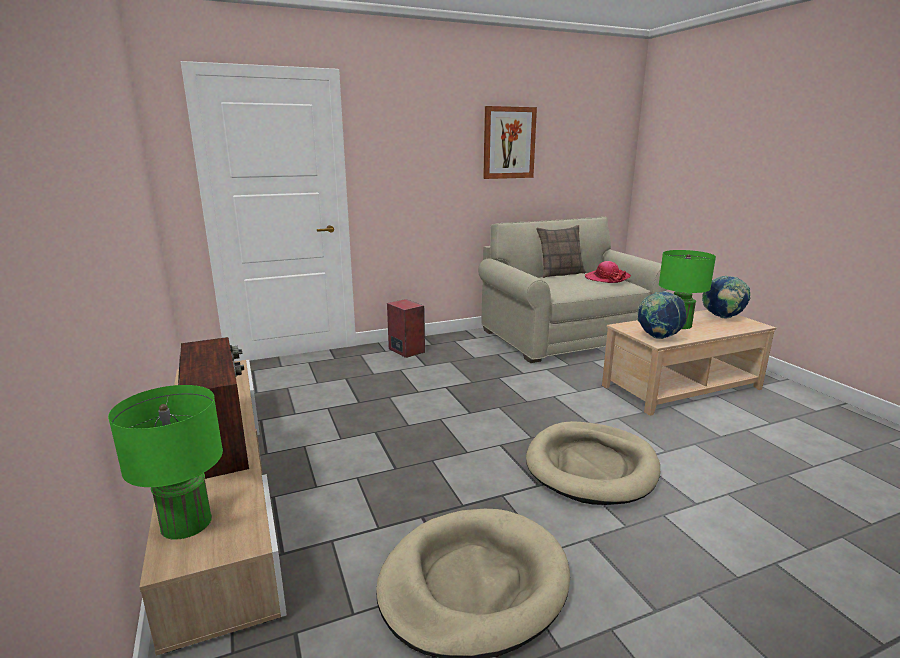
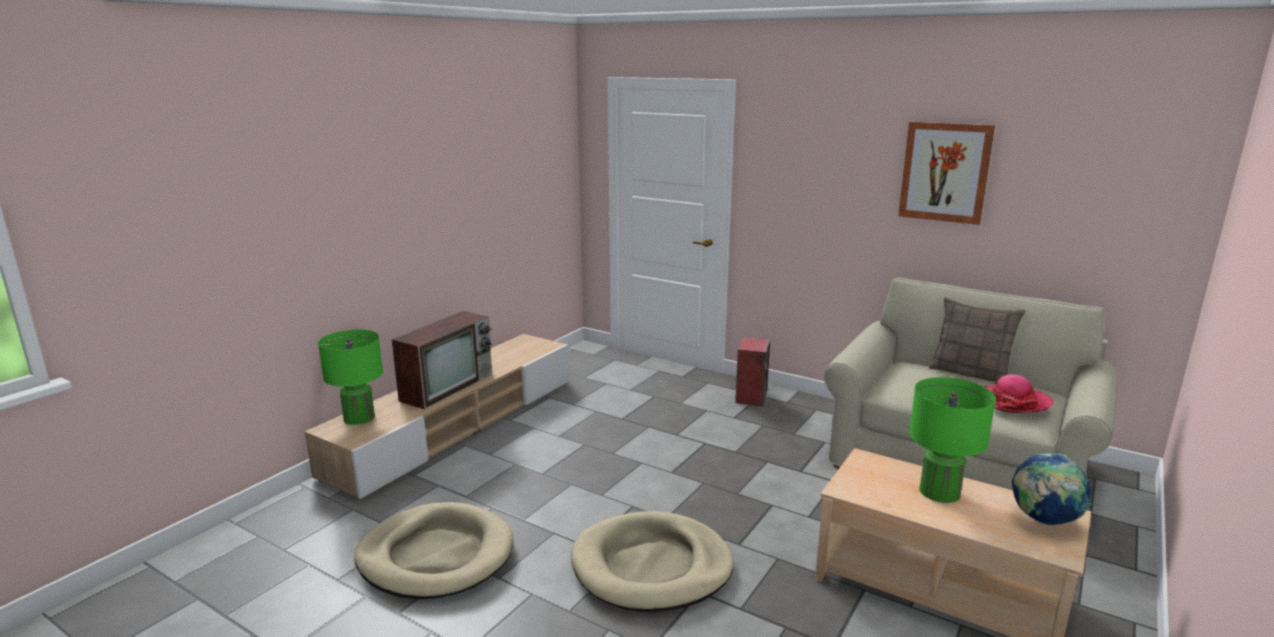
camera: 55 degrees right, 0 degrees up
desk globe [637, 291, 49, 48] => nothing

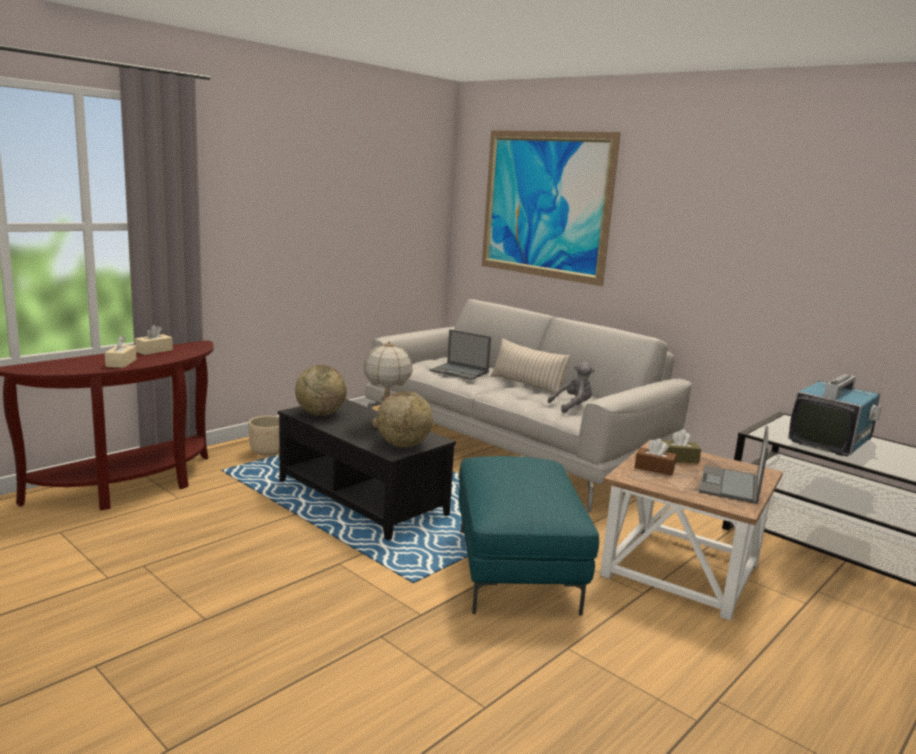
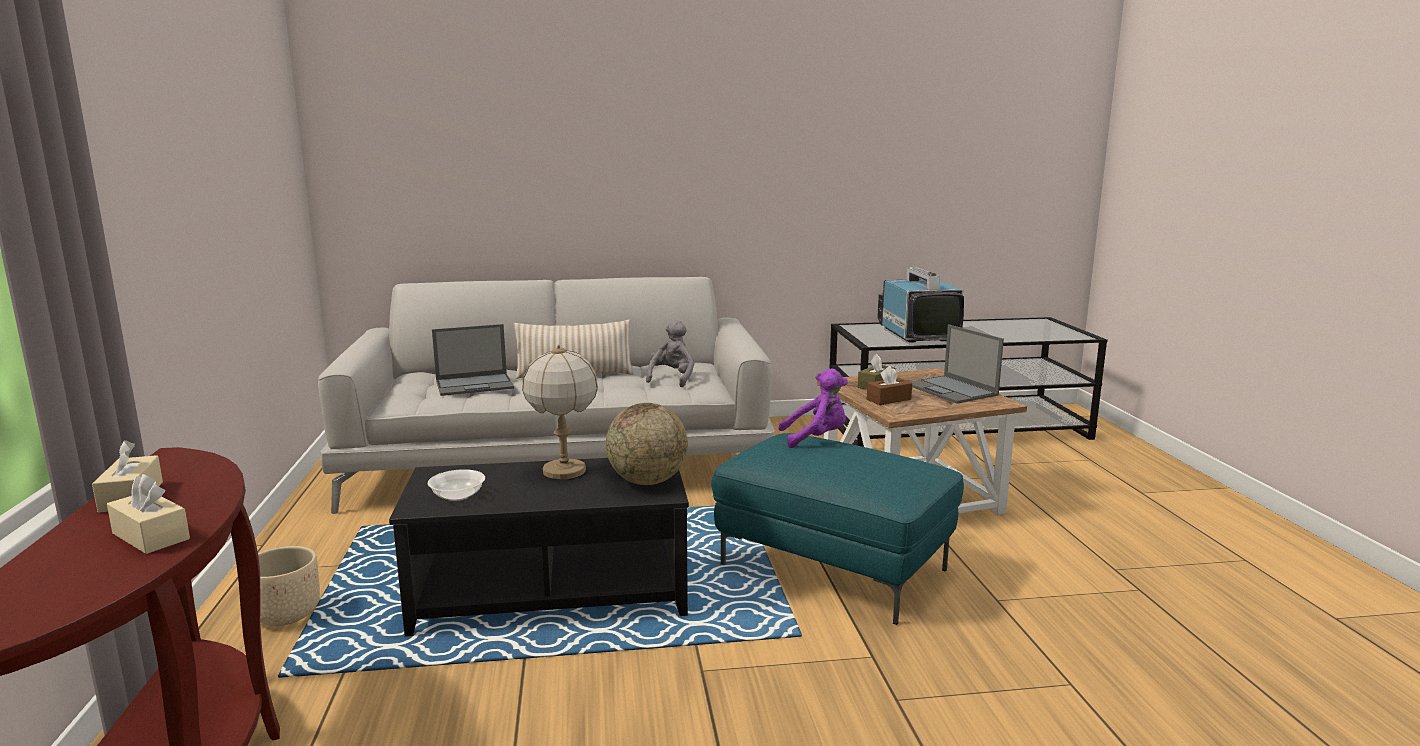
camera: 50 degrees left, 0 degrees up
desk globe [295, 365, 52, 51] => serving bowl [428, 469, 57, 32]
nothing => plush toy/purple-coloured [778, 369, 70, 79]
picture [482, 130, 139, 156] => nothing

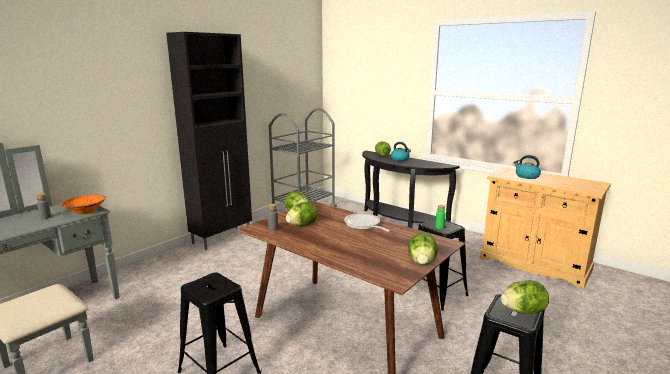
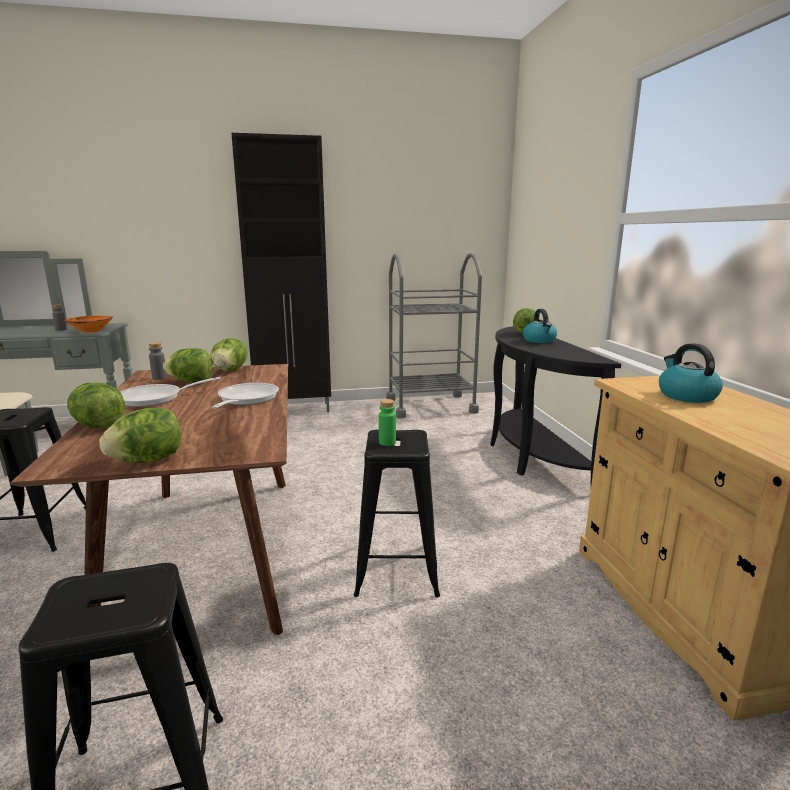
camera: 40 degrees right, 0 degrees up
lettuce head [501, 280, 48, 34] => lettuce head [67, 382, 58, 46], move
nothing => pan [120, 377, 101, 30]

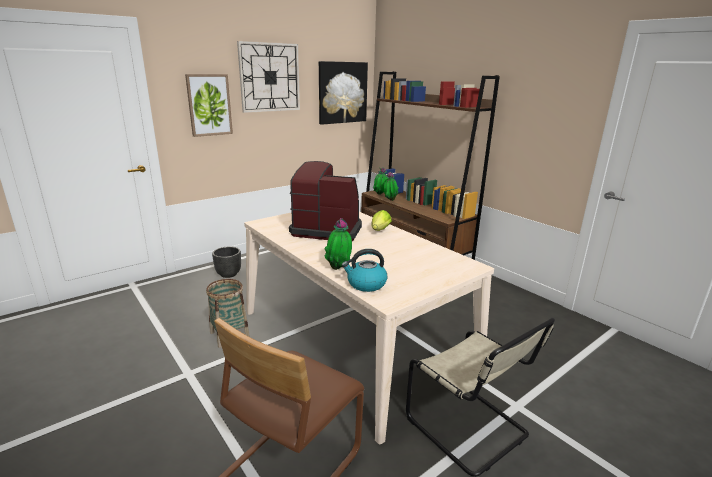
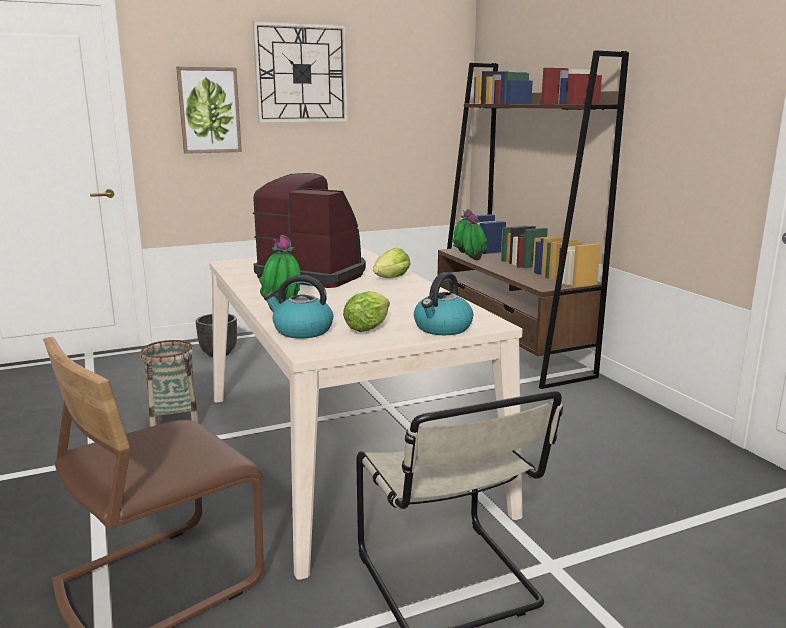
camera: 15 degrees right, 5 degrees down
nothing => lettuce head [343, 291, 47, 41]
nothing => tea kettle [414, 272, 59, 63]
picture [319, 61, 49, 64] => nothing

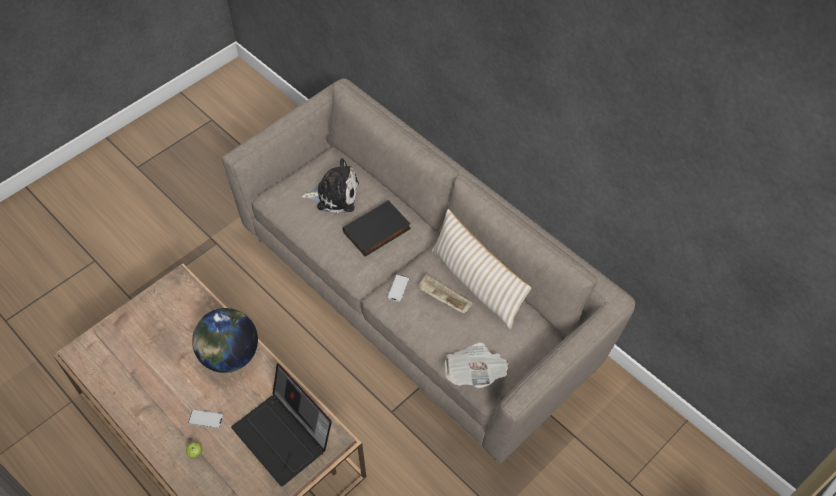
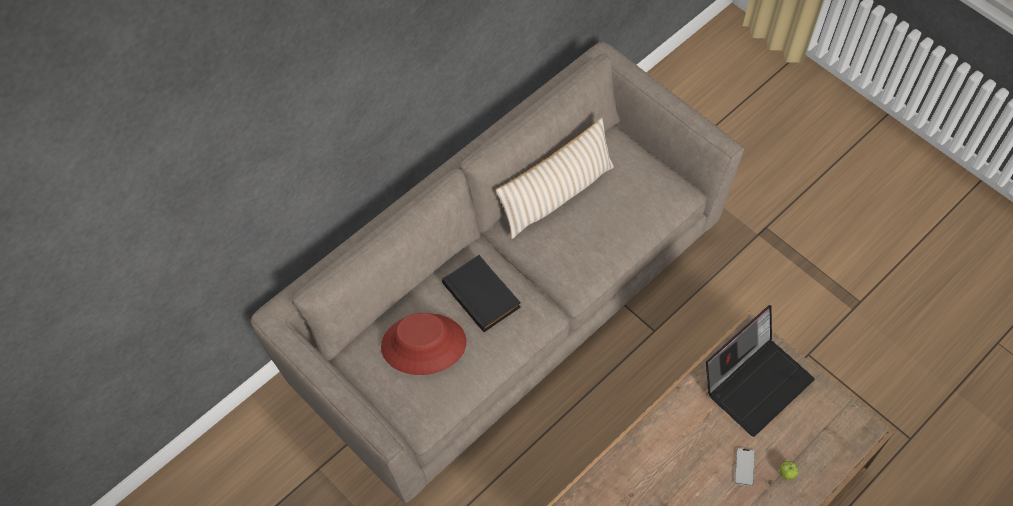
camera: 90 degrees left, 5 degrees up
plush toy [301, 158, 58, 56] => wearable hat/reddish [381, 313, 86, 62]
desk globe [192, 308, 66, 65] => nothing
handset [387, 274, 22, 28] => nothing
serving tray/sand-coloured [418, 274, 55, 39] => nothing
newspaper [445, 343, 63, 45] => nothing

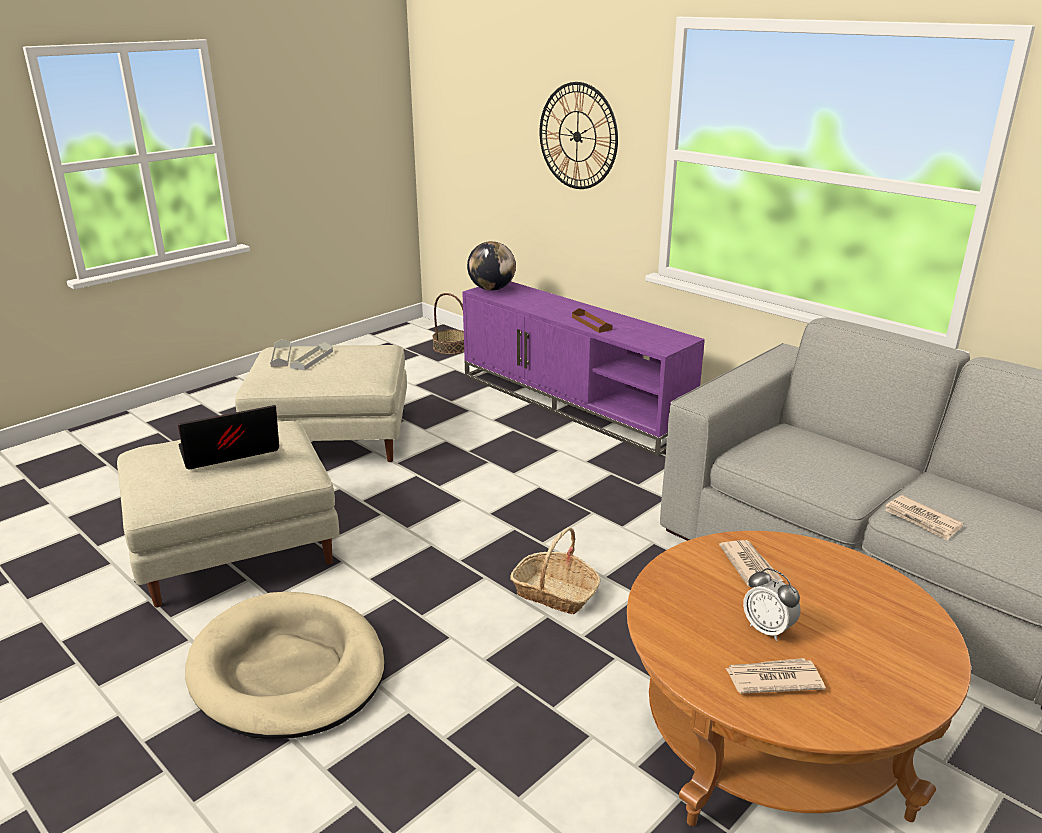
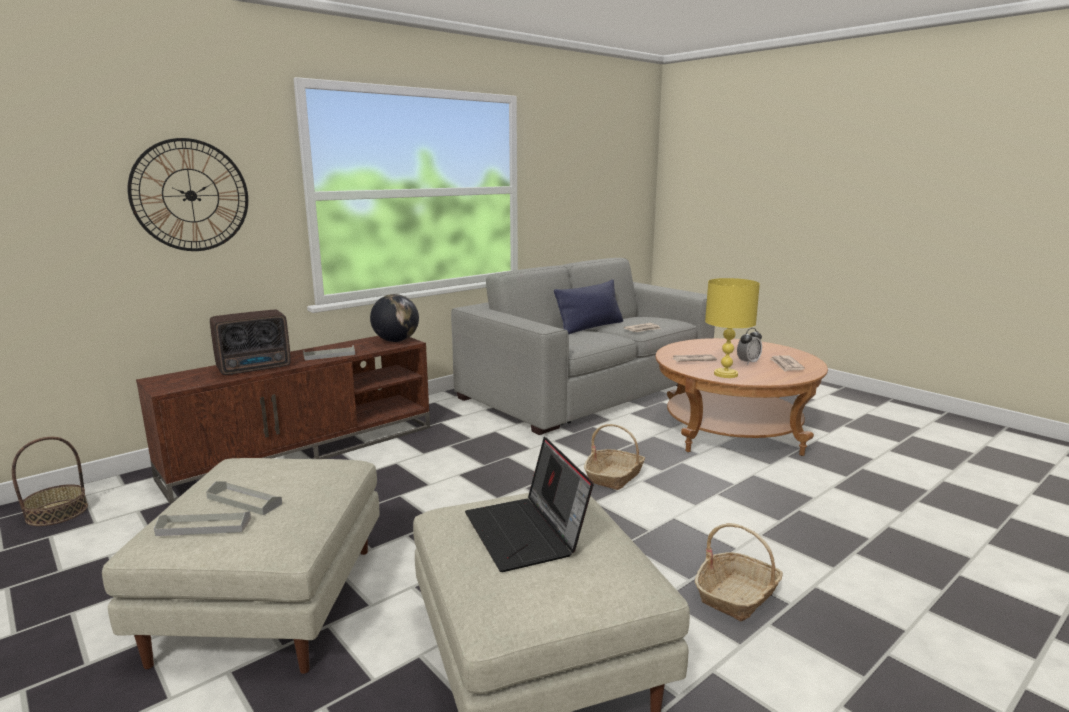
camera: 85 degrees left, 10 degrees down
tv stand/purple-coloured [462, 281, 243, 175] => tv stand/brownish [136, 336, 294, 168]
nothing => radio [210, 310, 81, 65]
serving tray/brownish [572, 308, 41, 25] => serving tray/greyish [303, 345, 52, 15]
desk globe [467, 241, 49, 50] => desk globe [370, 294, 49, 48], move
nothing => pillow/blue-coloured [554, 279, 69, 55]
dog bed/sand-coloured [185, 592, 200, 147] => storage basket [695, 523, 88, 98]
nothing => lamp for a table/yellow [705, 278, 55, 100]

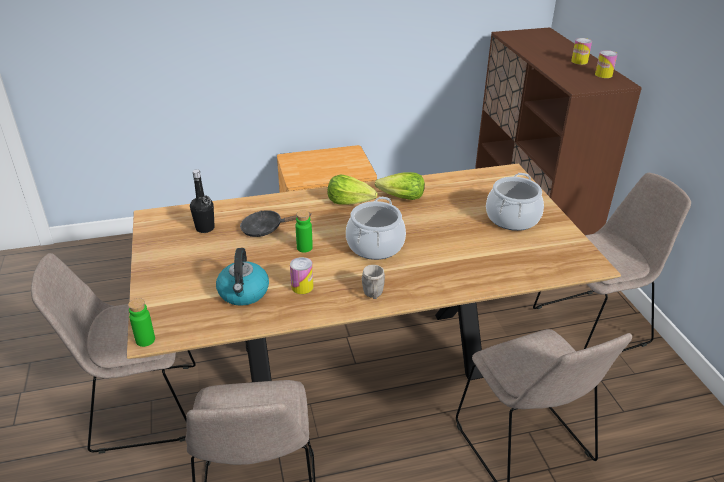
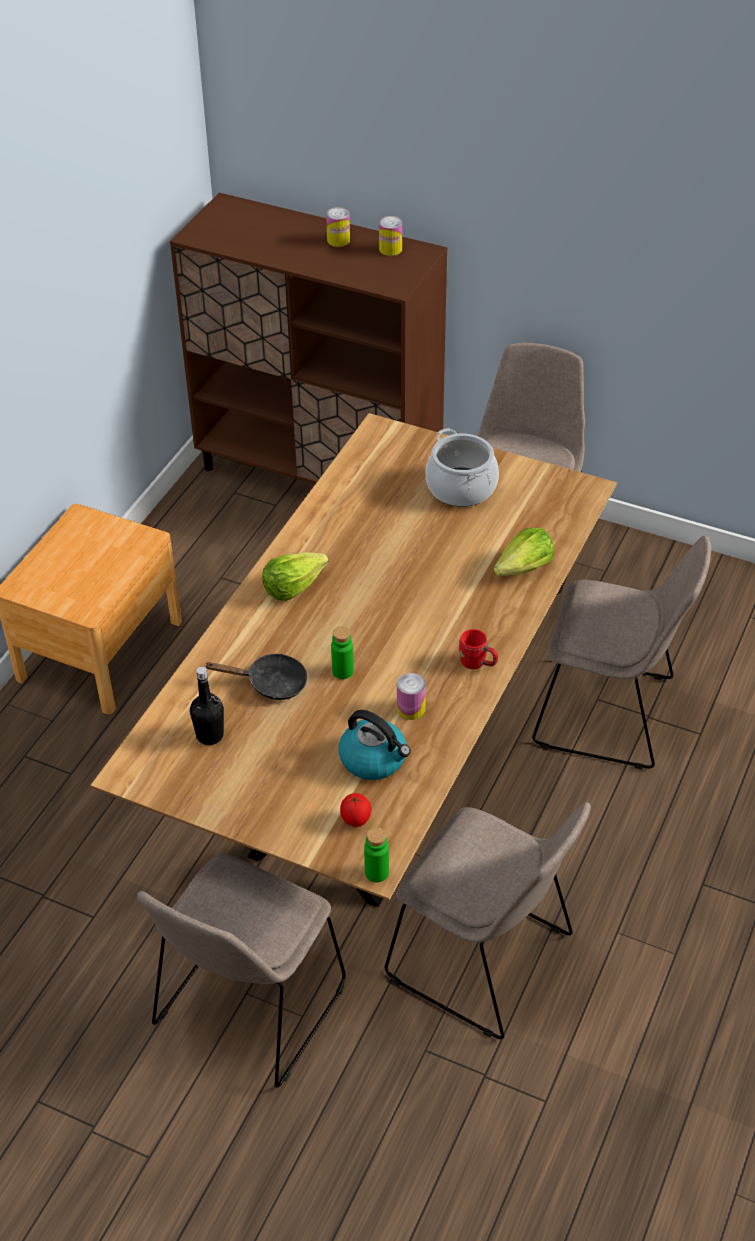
camera: 50 degrees left, 10 degrees up
pan/black-coloured [240, 210, 72, 27] => pan/black-coloured [204, 653, 103, 47], 120 degrees counterclockwise
nothing => whole tomato [340, 793, 31, 34]
tea mug/greyish [361, 265, 24, 34] => tea mug/reddish [459, 629, 39, 40]
lettuce head [375, 172, 50, 28] => lettuce head [494, 527, 60, 49], move
cooking pot [346, 197, 60, 63] => nothing

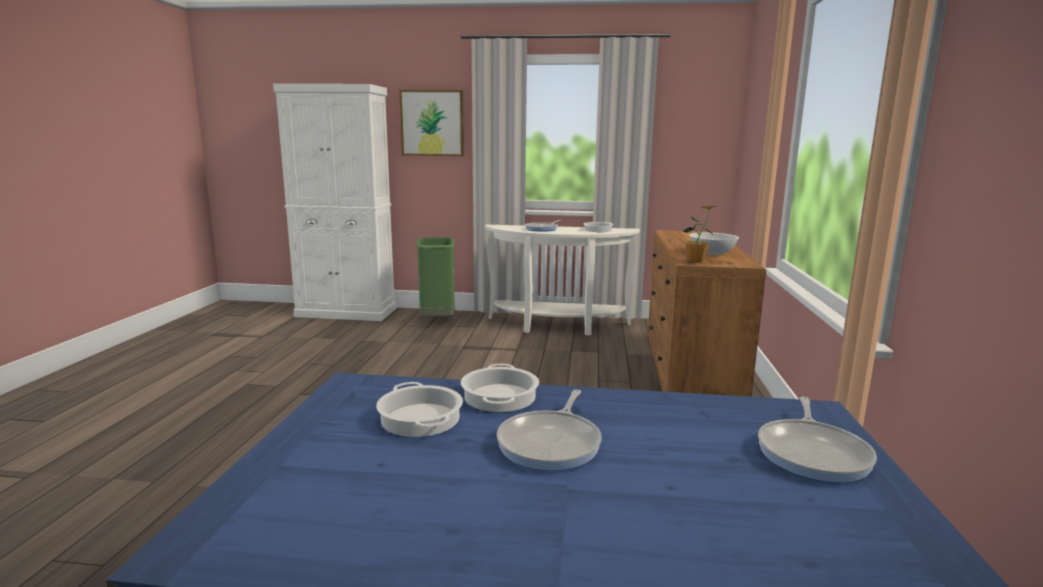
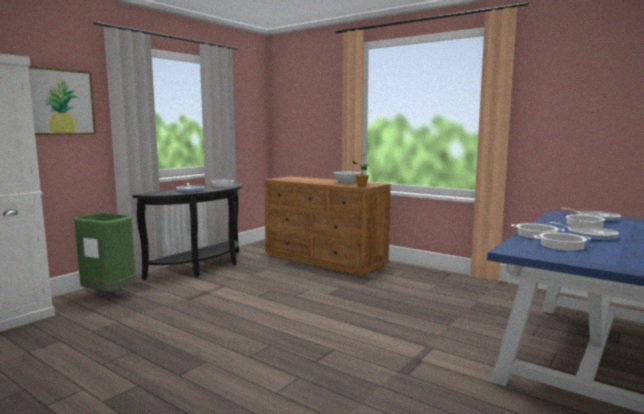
camera: 60 degrees left, 5 degrees down
hall table/white-coloured [485, 225, 155, 111] => hall table/black-coloured [133, 182, 110, 98]
nothing => cooking pot [566, 214, 39, 13]

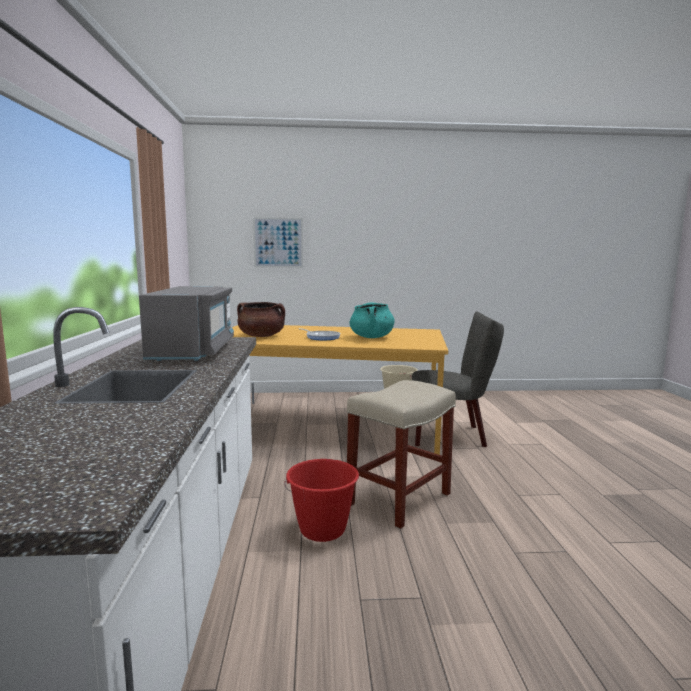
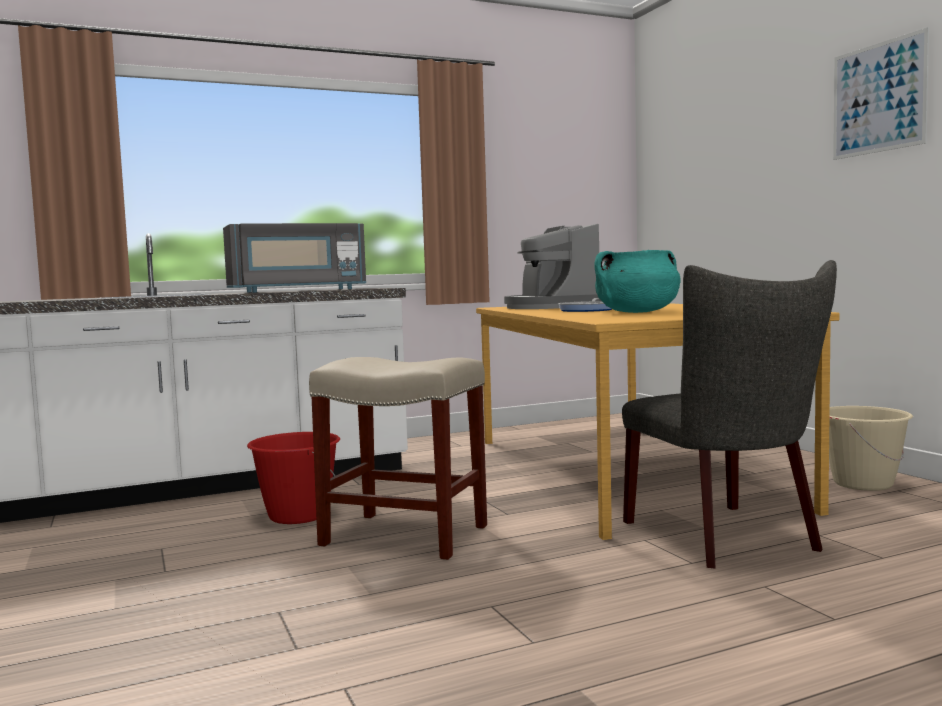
camera: 70 degrees right, 5 degrees down
cooking pot/brownish [237, 302, 48, 35] => coffee machine [504, 224, 97, 85]
picture [253, 217, 50, 51] => picture [833, 27, 96, 133], move

